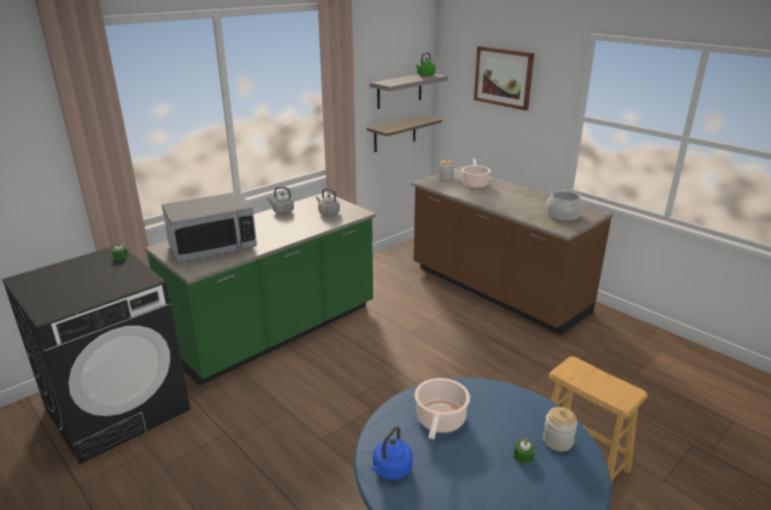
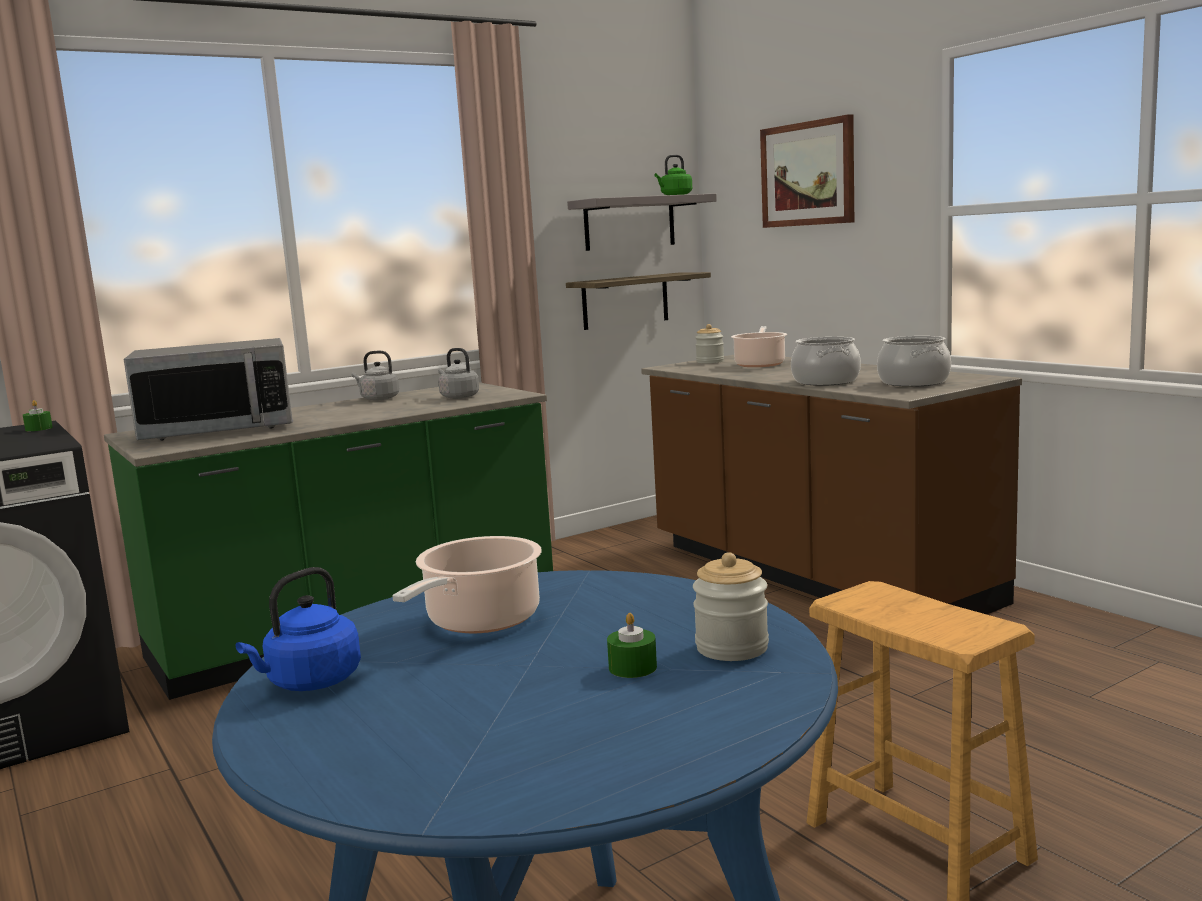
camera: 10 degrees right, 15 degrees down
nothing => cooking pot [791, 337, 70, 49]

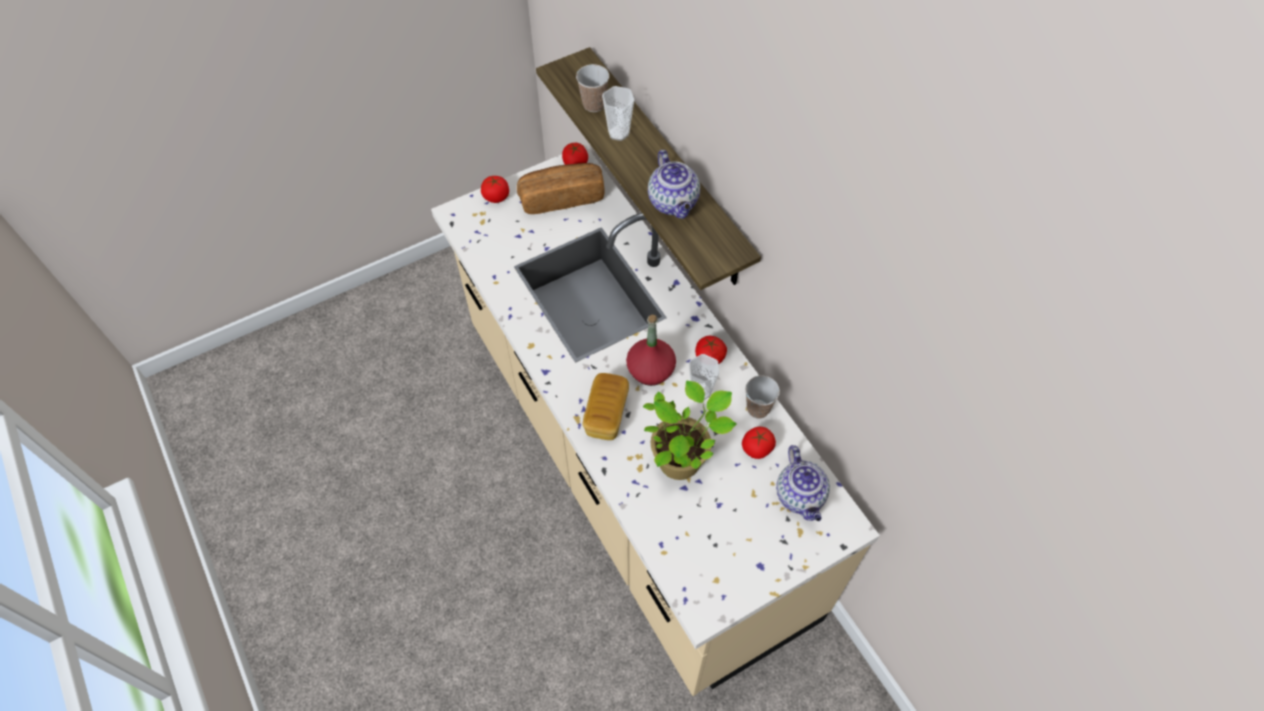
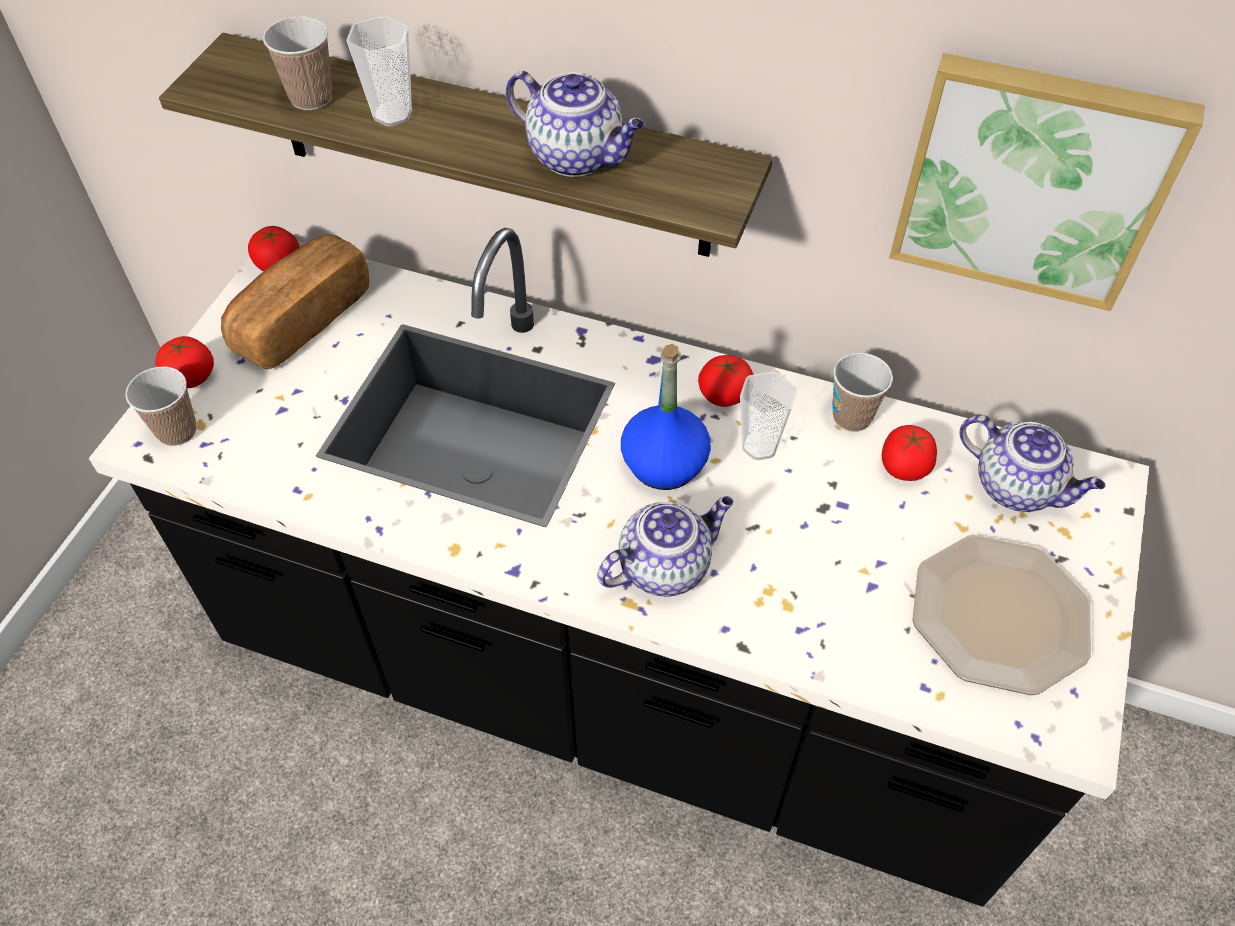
camera: 40 degrees left, 5 degrees down
kitchen counter/sand-coloured [431, 145, 449, 551] => kitchen counter/black-coloured [89, 228, 1060, 679]
nothing => cup [125, 367, 72, 79]
bread [582, 373, 47, 67] => pot for tea [597, 496, 136, 101]
beverage bottle/reddish [626, 314, 50, 72] => beverage bottle/blue-coloured [621, 344, 90, 146]
nothing => picture [889, 53, 316, 258]
nothing => plate [913, 535, 178, 160]
potted plant [643, 381, 94, 99] => nothing

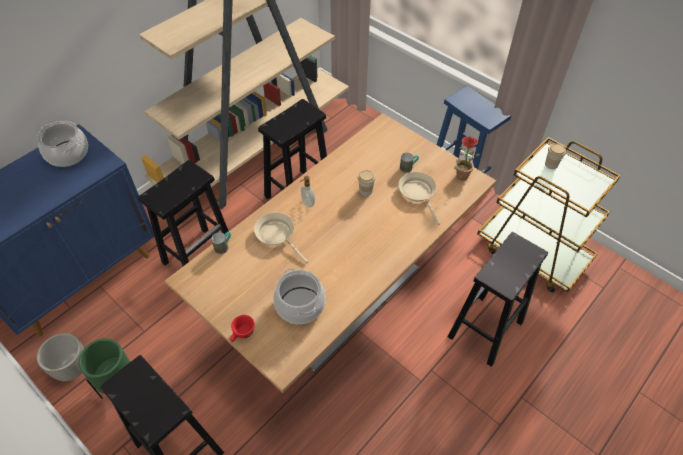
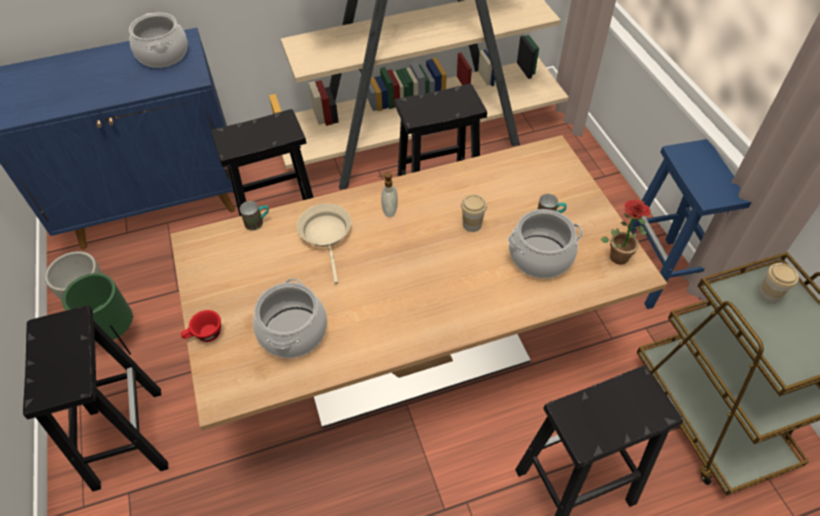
camera: 30 degrees right, 0 degrees up
pan/sand-coloured [399, 172, 42, 53] => cooking pot [508, 209, 75, 70]

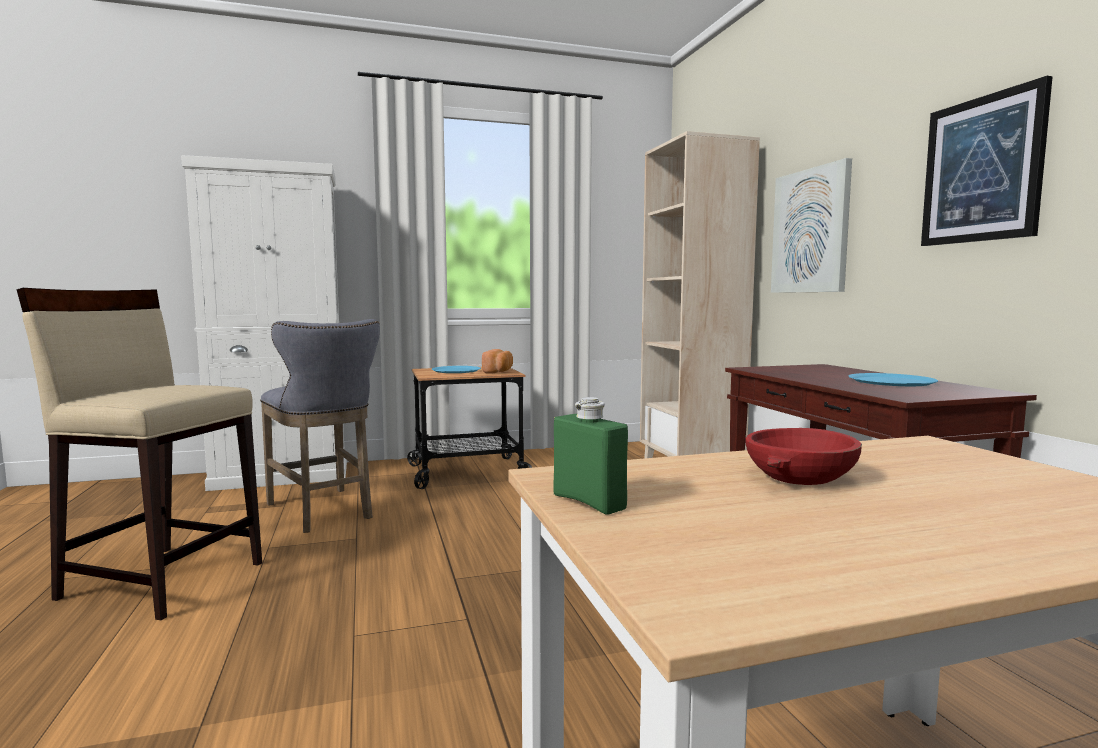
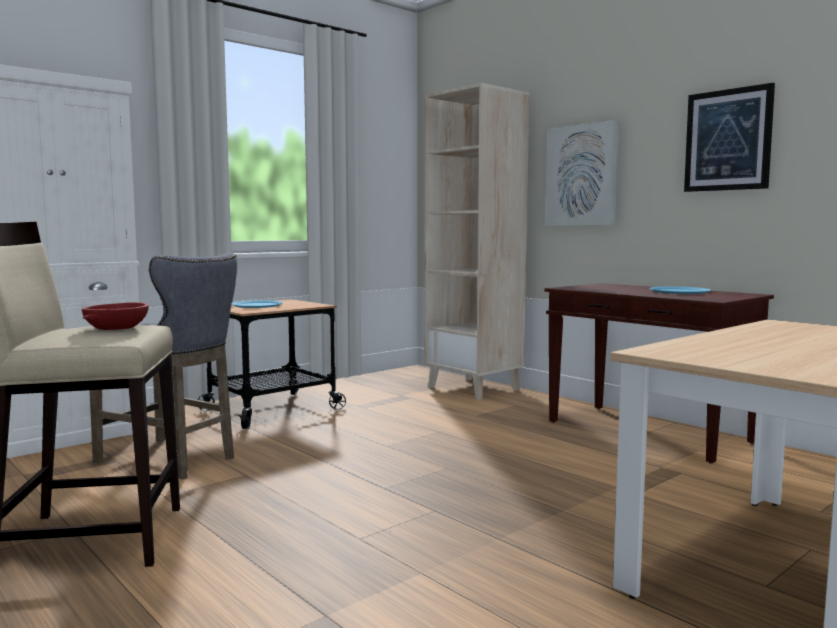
camera: 25 degrees left, 0 degrees up
serving bowl/reddish [745, 428, 117, 57] => serving bowl/reddish [82, 302, 67, 28], move
bread [482, 349, 31, 25] => nothing
beverage bottle/greenish [553, 397, 75, 118] => nothing

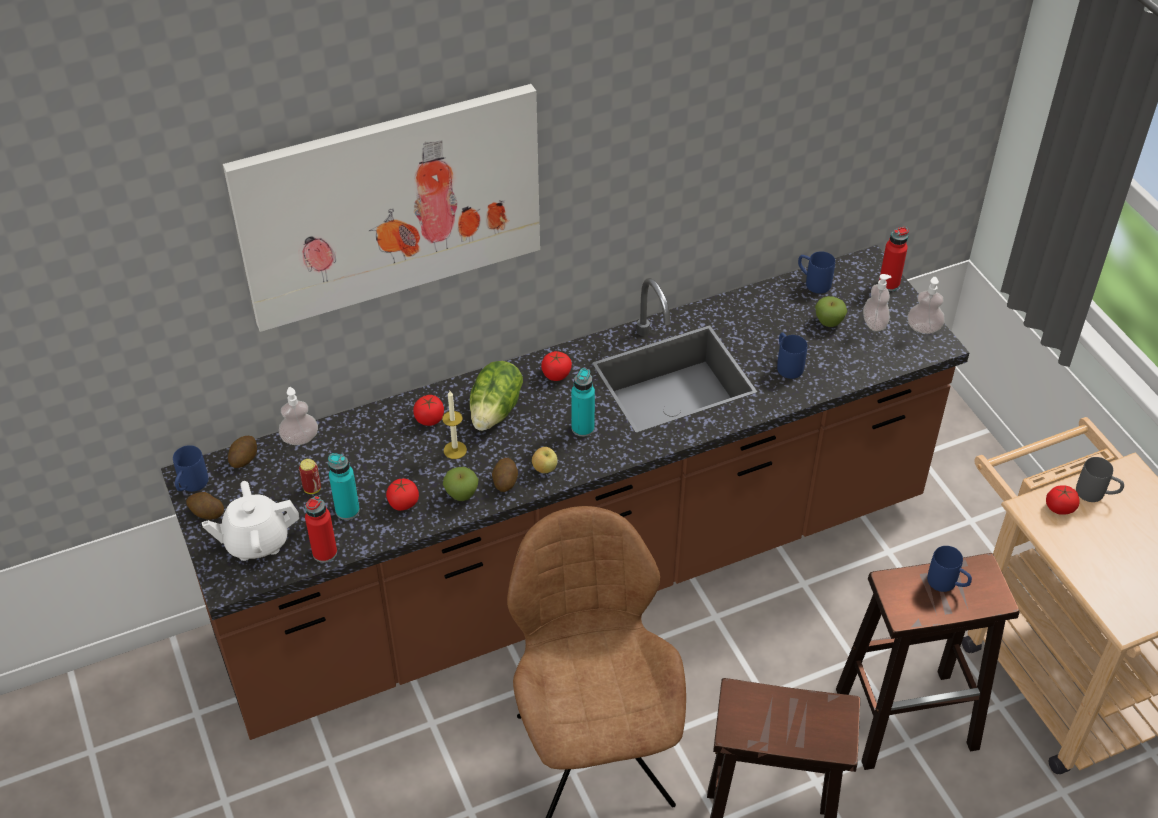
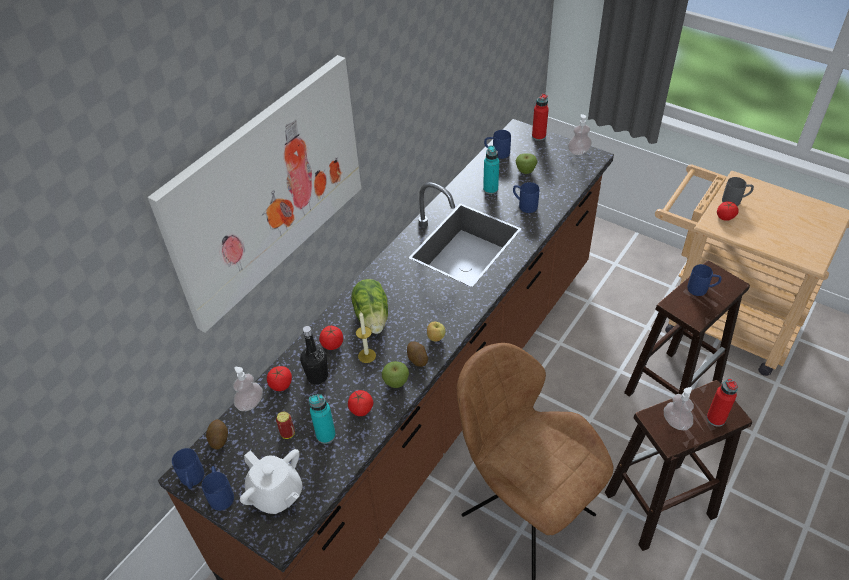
camera: 30 degrees left, 0 degrees up
spud [186, 492, 38, 28] => tea mug/blue-coloured [202, 466, 32, 45]
pot for tea/white-coloured [202, 481, 97, 80] => pot for tea/white-coloured [240, 449, 63, 65], 90 degrees counterclockwise
whole tomato [541, 351, 31, 30] => whole tomato [267, 366, 25, 25], move
nothing => beverage bottle/black-coloured [300, 326, 28, 58]
beverage bottle/turquoise-coloured [571, 368, 24, 69] => beverage bottle/turquoise-coloured [483, 145, 16, 49], move
liquid soap bottle [863, 274, 29, 57] => liquid soap bottle [664, 387, 30, 43], move
beverage bottle/reddish [305, 496, 32, 67] => beverage bottle/reddish [707, 378, 31, 49], move

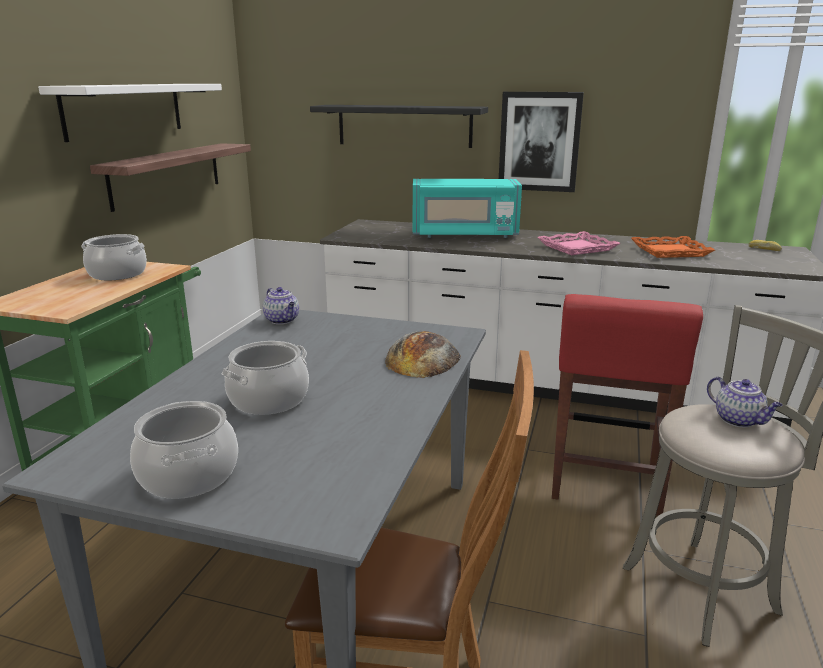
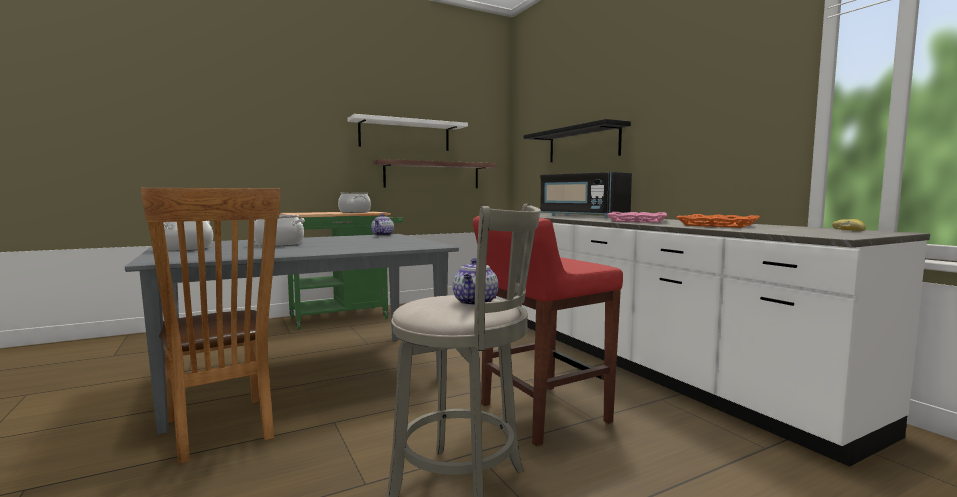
camera: 45 degrees right, 15 degrees down
microwave oven/turquoise-coloured [413, 179, 109, 59] => microwave oven/black-coloured [540, 172, 92, 46]
bread [385, 331, 76, 47] => nothing
picture [499, 92, 85, 100] => nothing

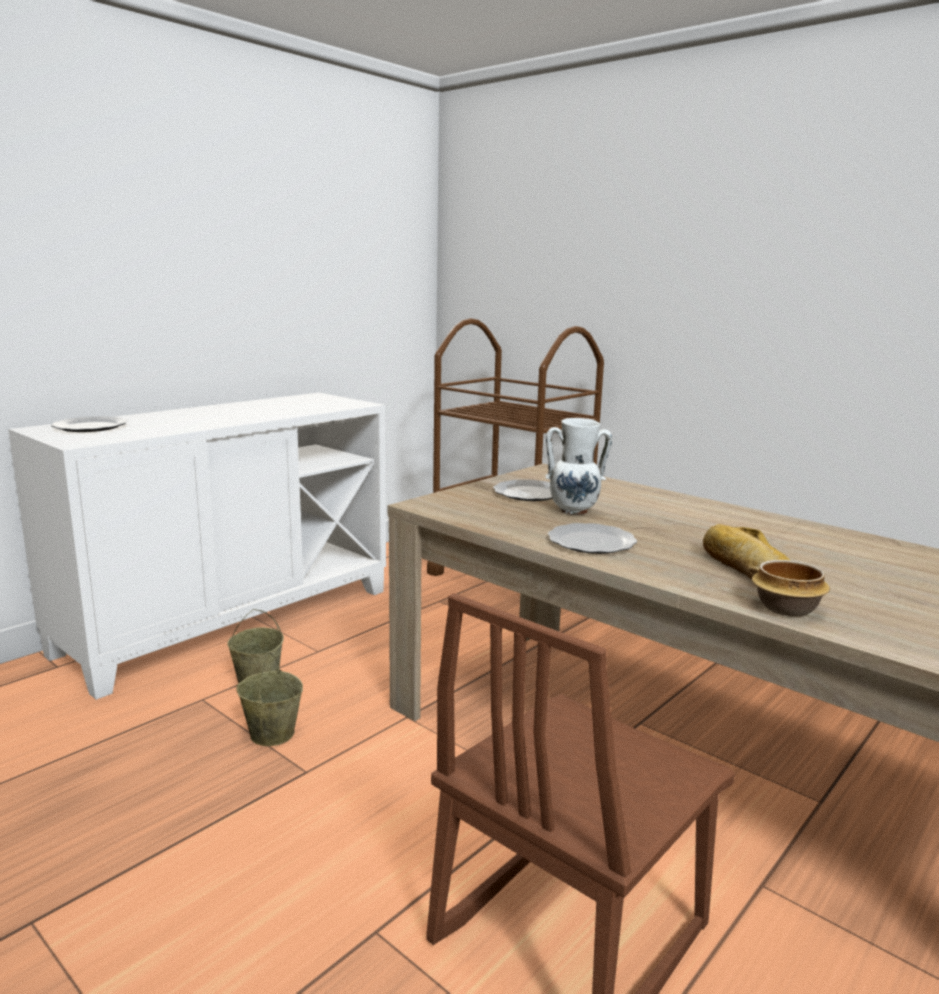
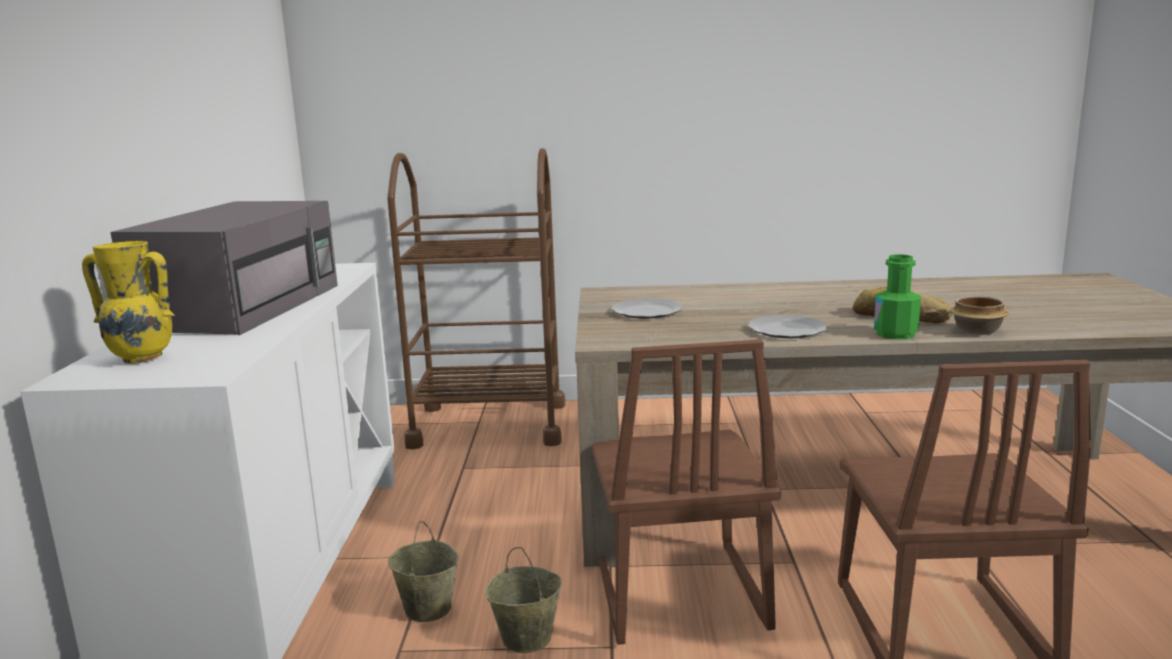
camera: 40 degrees left, 0 degrees up
plate [51, 416, 76, 16] => flower vase/yellow [82, 241, 92, 123]
nothing => microwave oven/greyish [110, 201, 228, 134]
nothing => upright chair/brownish [591, 339, 190, 306]
nothing => beverage bottle/greenish [874, 254, 47, 85]
flower vase/white-coloured [546, 418, 66, 97] => nothing

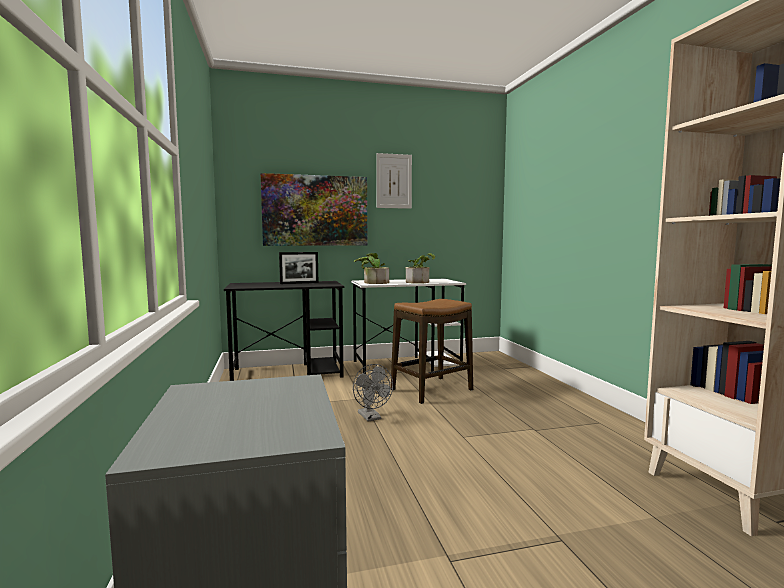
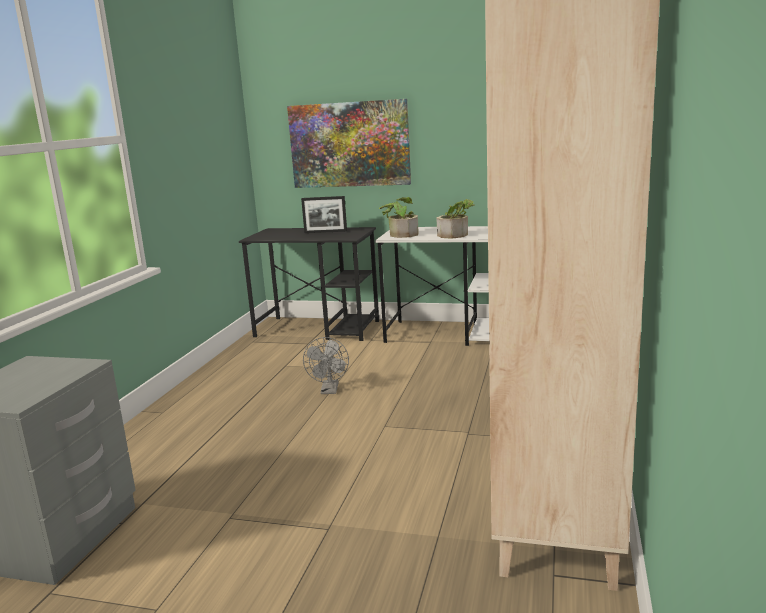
camera: 30 degrees right, 10 degrees up
picture [376, 153, 36, 56] => nothing
stool seat [391, 299, 82, 105] => nothing

